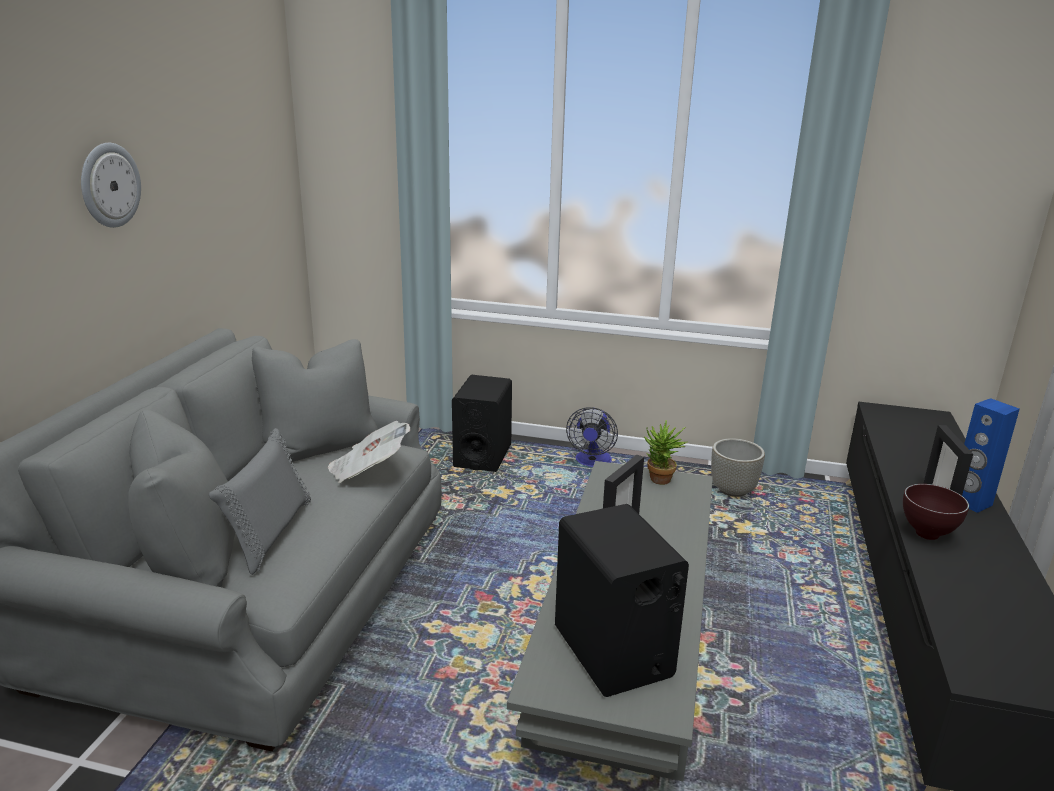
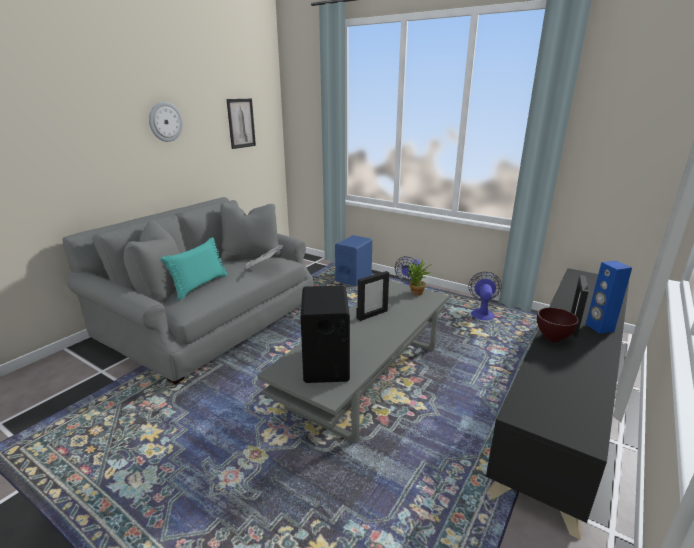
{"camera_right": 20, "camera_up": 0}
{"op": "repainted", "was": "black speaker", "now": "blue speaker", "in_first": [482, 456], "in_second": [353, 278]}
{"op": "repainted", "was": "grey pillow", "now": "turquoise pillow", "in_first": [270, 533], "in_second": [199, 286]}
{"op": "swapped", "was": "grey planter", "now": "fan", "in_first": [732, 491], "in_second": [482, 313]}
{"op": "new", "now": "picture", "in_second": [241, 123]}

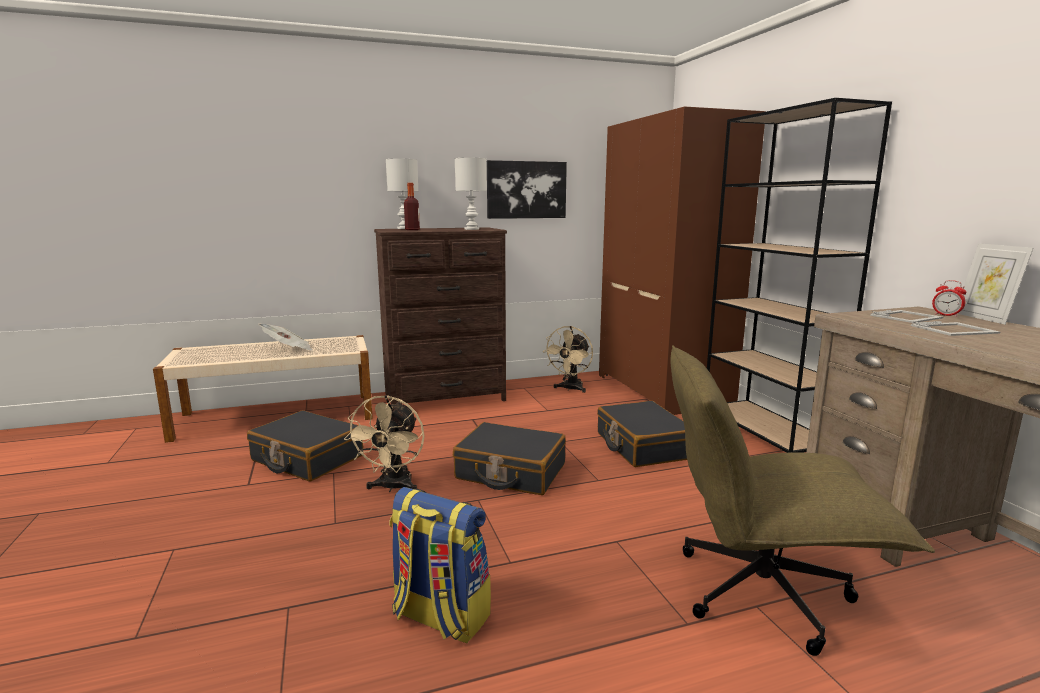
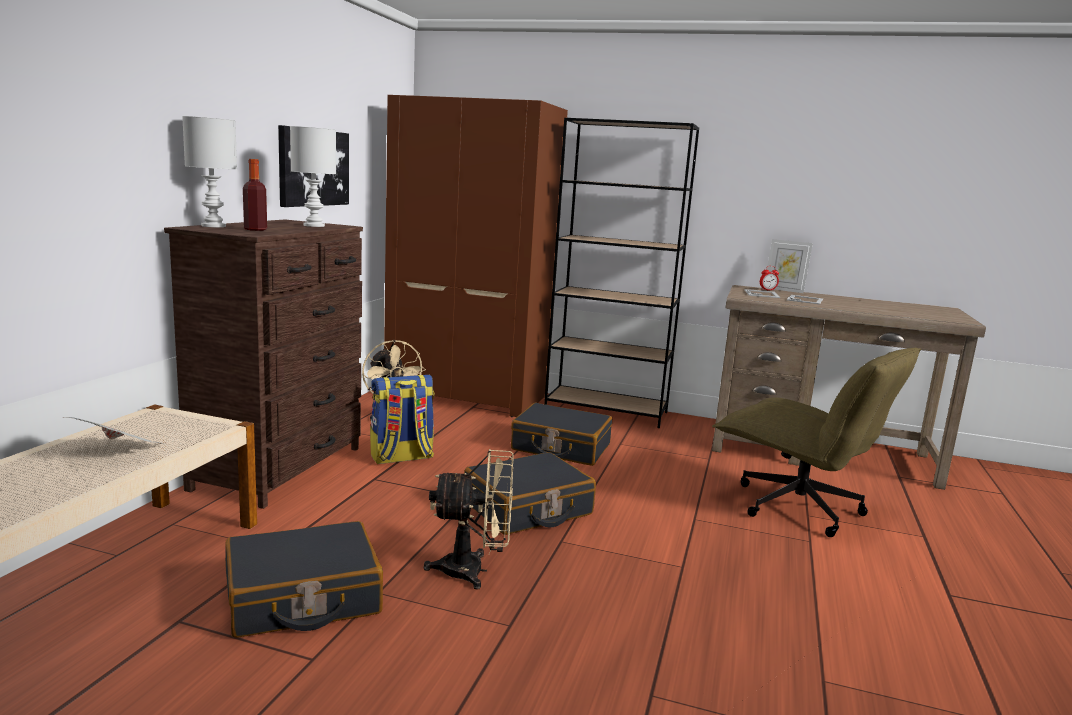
{"camera_right": -55, "camera_up": 0}
{"op": "rotated", "was": "beige office chair", "in_first": [764, 592], "in_second": [796, 506], "clockwise": -90}
{"op": "rotated", "was": "beige fan", "in_first": [393, 487], "in_second": [474, 571], "clockwise": -45}
{"op": "shifted", "was": "backpack", "in_first": [439, 617], "in_second": [401, 457]}

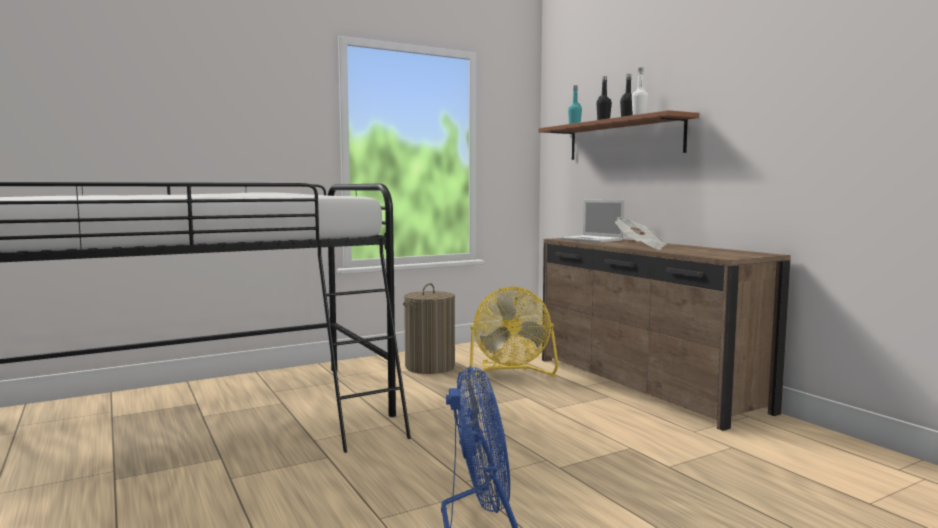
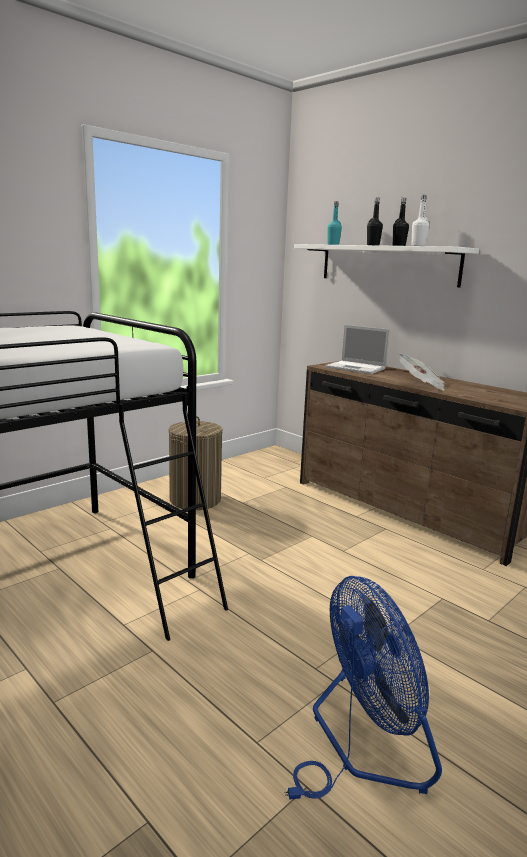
{"camera_right": -15, "camera_up": 10}
{"op": "repainted", "was": "brown shelf", "now": "white shelf", "in_first": [623, 139], "in_second": [387, 264]}
{"op": "gone", "was": "yellow fan", "in_first": [507, 372]}

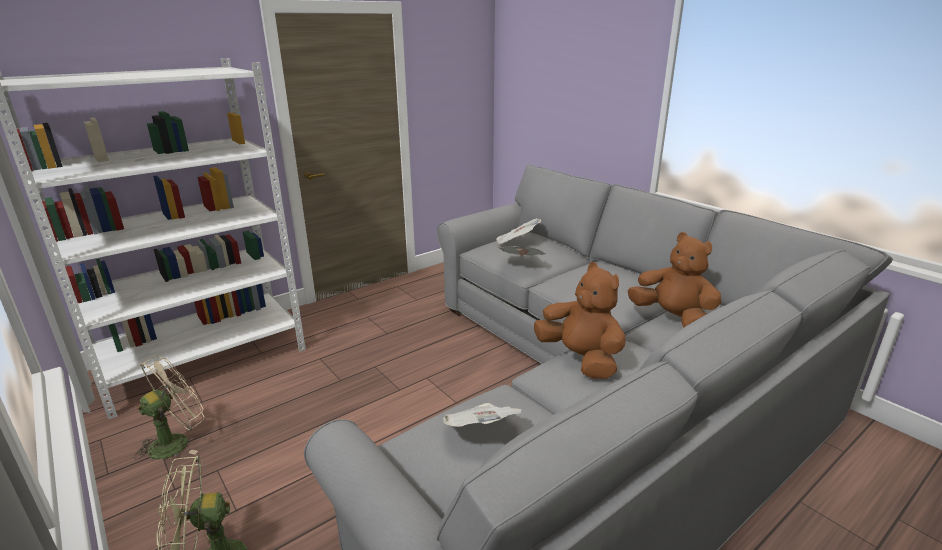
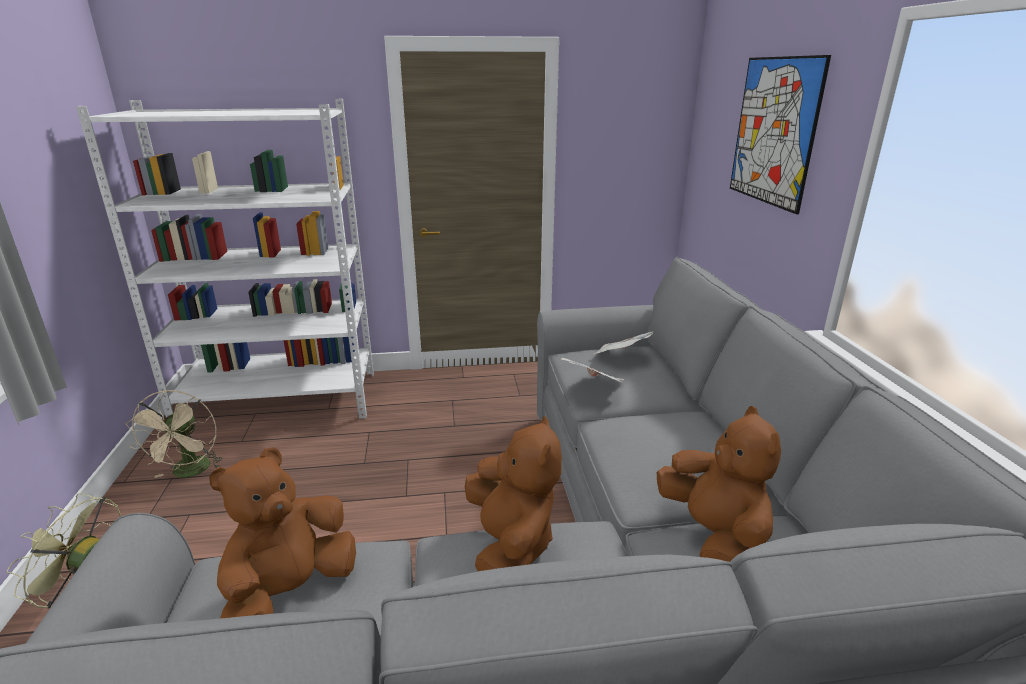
{"camera_right": 30, "camera_up": 0}
{"op": "rotated", "was": "beige fan", "in_first": [176, 441], "in_second": [190, 473], "clockwise": 105}
{"op": "swapped", "was": "newspaper", "now": "brown plush toy", "in_first": [481, 431], "in_second": [290, 592]}
{"op": "new", "now": "picture", "in_second": [774, 131]}

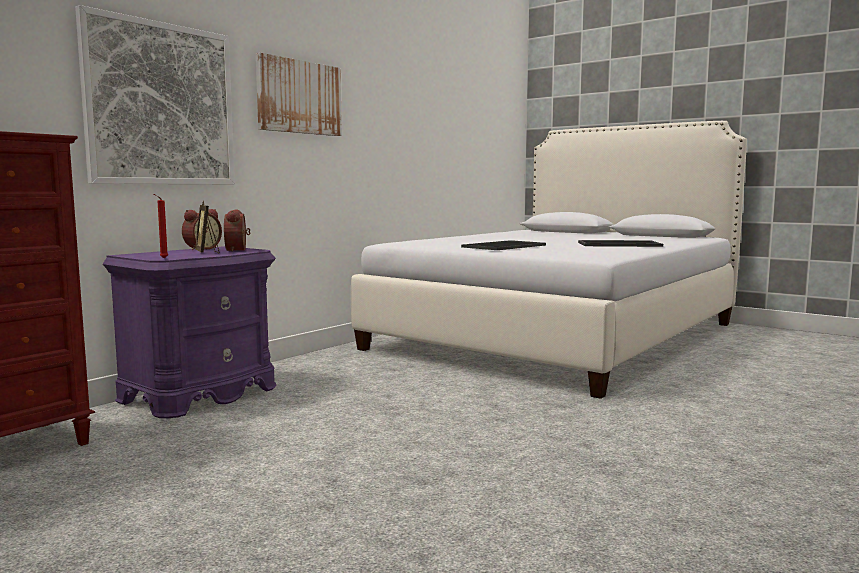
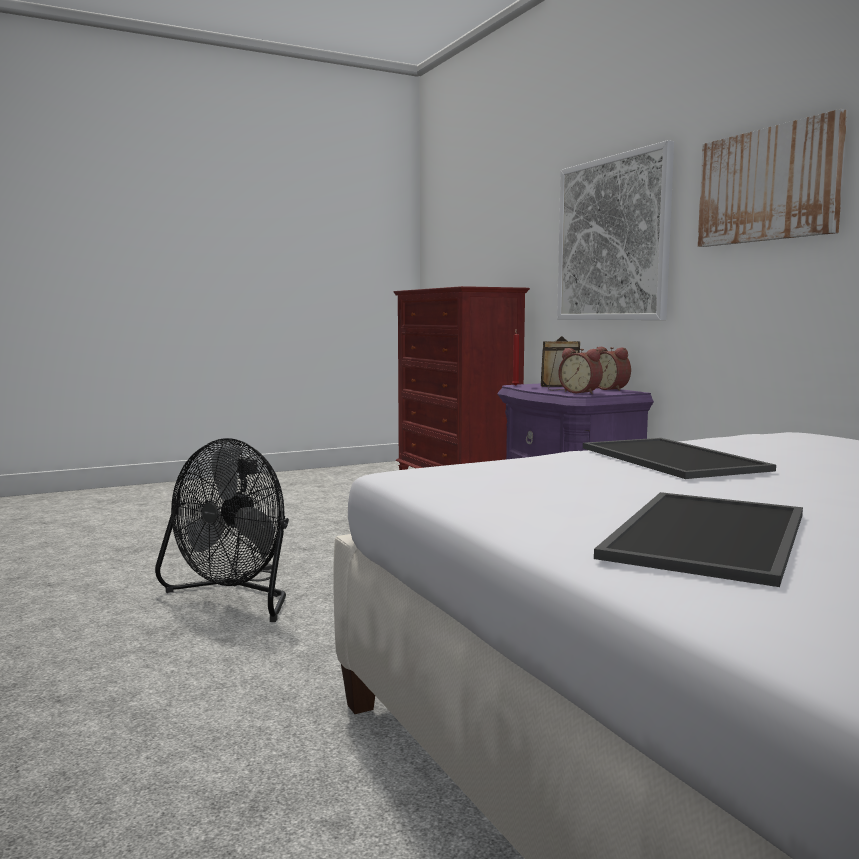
{"camera_right": 115, "camera_up": 0}
{"op": "rotated", "was": "alarm clock", "in_first": [238, 250], "in_second": [581, 392], "clockwise": -150}
{"op": "new", "now": "black fan", "in_second": [237, 595]}

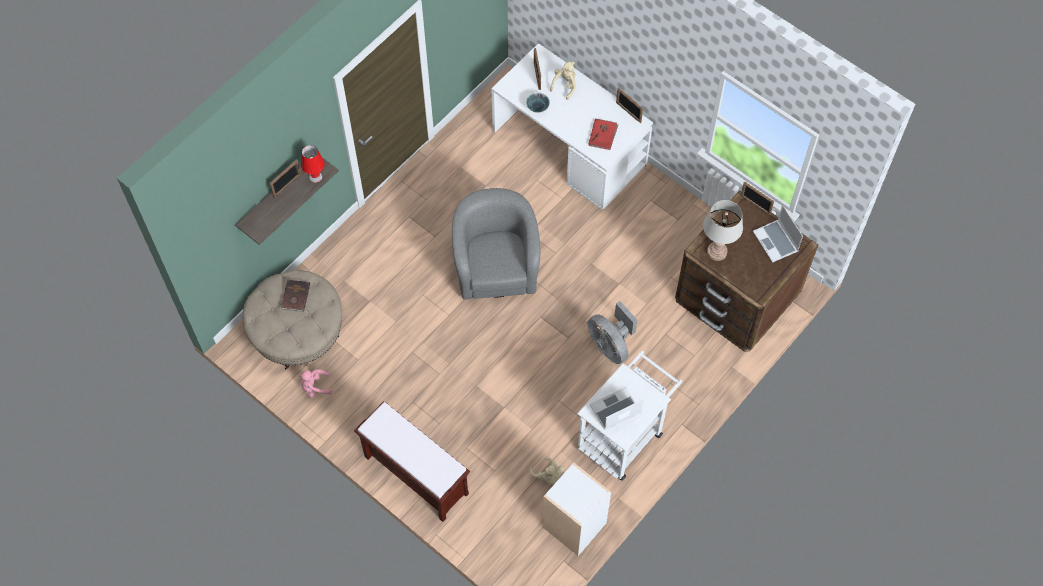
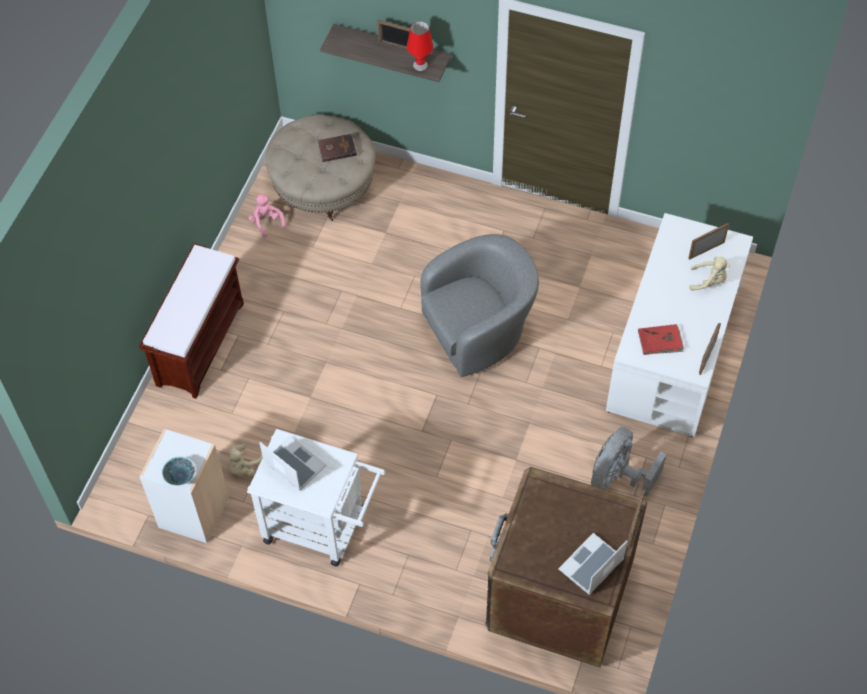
{"camera_right": 70, "camera_up": -5}
{"op": "shifted", "was": "bowl", "in_first": [537, 108], "in_second": [180, 477]}
{"op": "gone", "was": "grey table lamp", "in_first": [716, 252]}
{"op": "shifted", "was": "grey fan", "in_first": [610, 345], "in_second": [618, 477]}

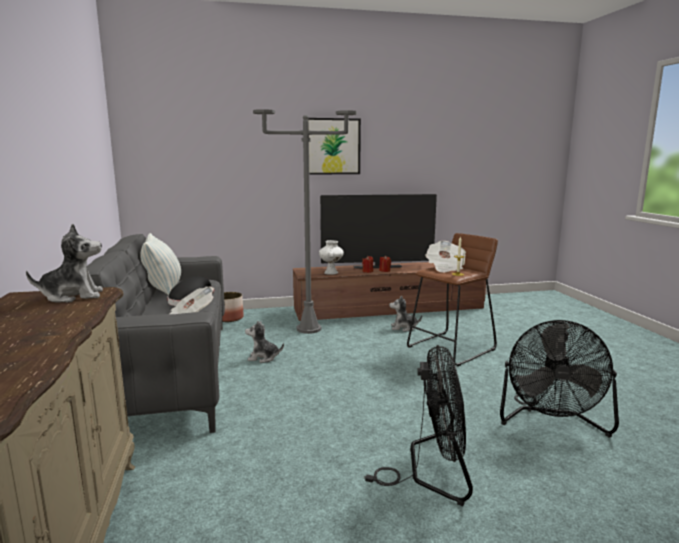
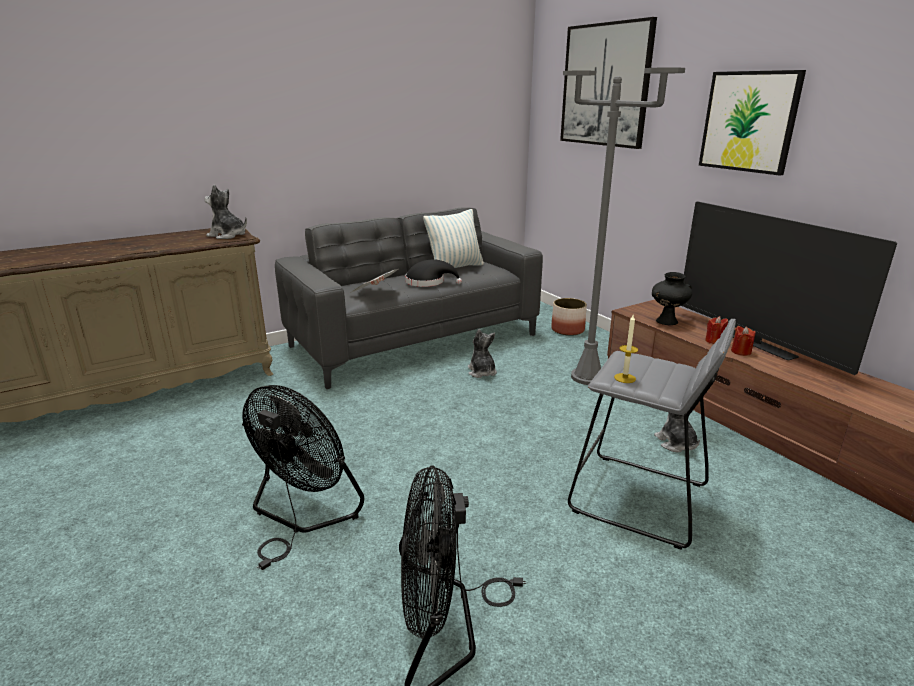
{"camera_right": 70, "camera_up": 10}
{"op": "rotated", "was": "plush toy", "in_first": [73, 296], "in_second": [228, 235], "clockwise": 150}
{"op": "repainted", "was": "brown stool", "now": "grey stool", "in_first": [451, 348], "in_second": [638, 499]}
{"op": "repainted", "was": "white vase", "now": "black vase", "in_first": [331, 273], "in_second": [667, 321]}
{"op": "gone", "was": "newspaper", "in_first": [445, 267]}
{"op": "rotated", "was": "black fan", "in_first": [430, 467], "in_second": [295, 513], "clockwise": -135}
{"op": "new", "now": "picture", "in_second": [605, 85]}

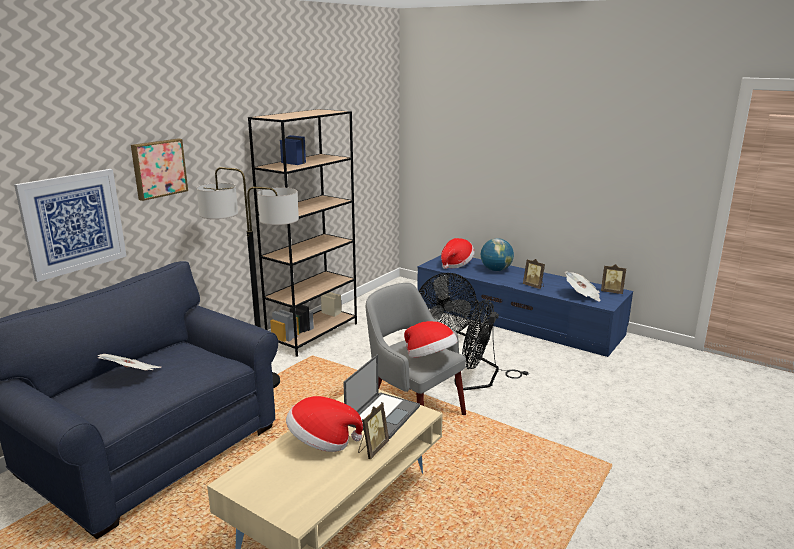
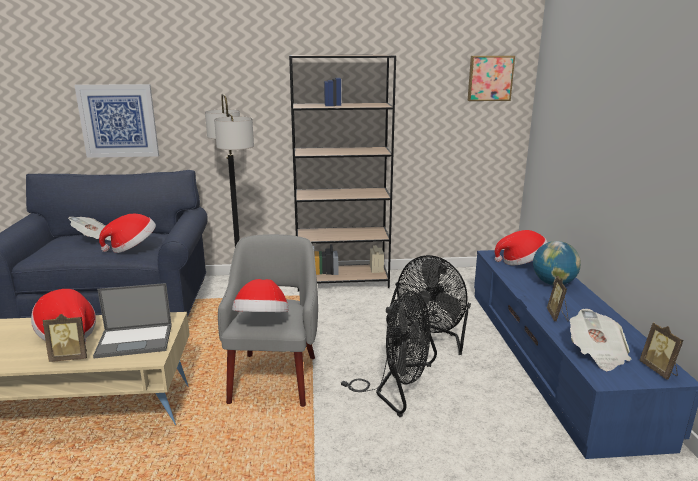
{"camera_right": 50, "camera_up": 0}
{"op": "shifted", "was": "picture", "in_first": [158, 168], "in_second": [490, 78]}
{"op": "rotated", "was": "black fan", "in_first": [484, 375], "in_second": [396, 386], "clockwise": 135}
{"op": "new", "now": "hat", "in_second": [132, 248]}

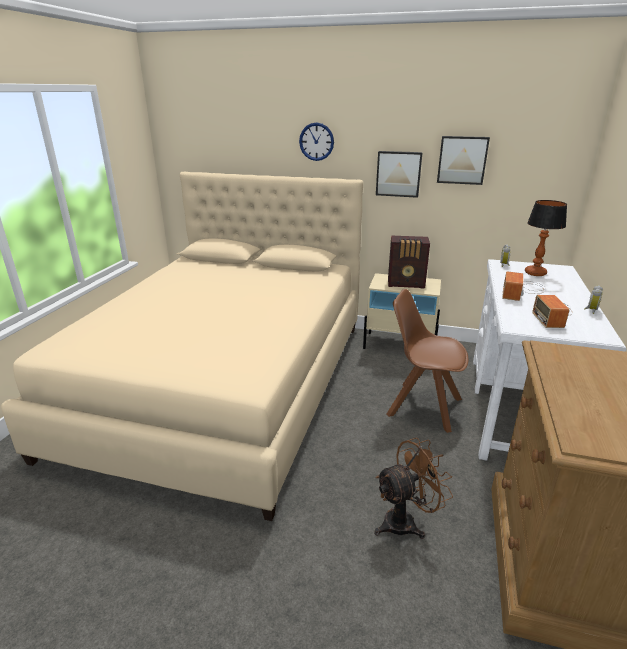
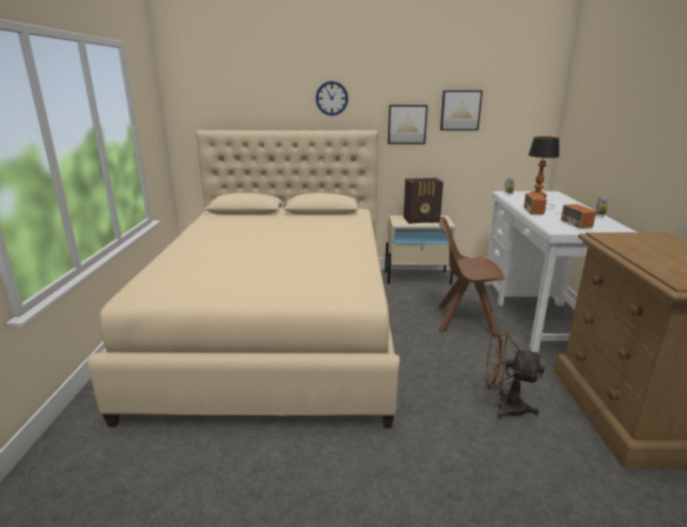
{"camera_right": -15, "camera_up": -5}
{"op": "rotated", "was": "brown fan", "in_first": [406, 521], "in_second": [503, 406], "clockwise": -120}

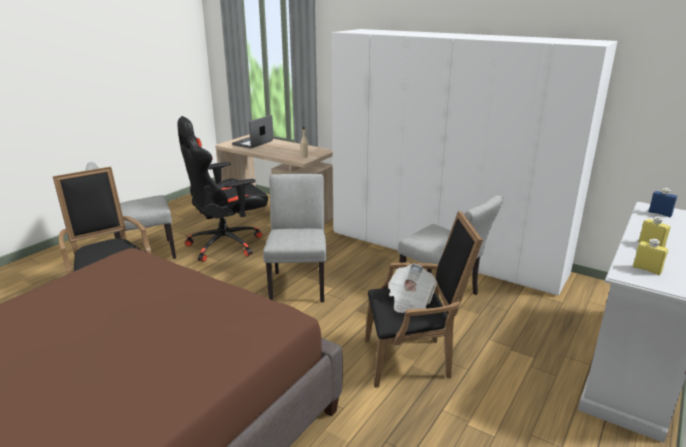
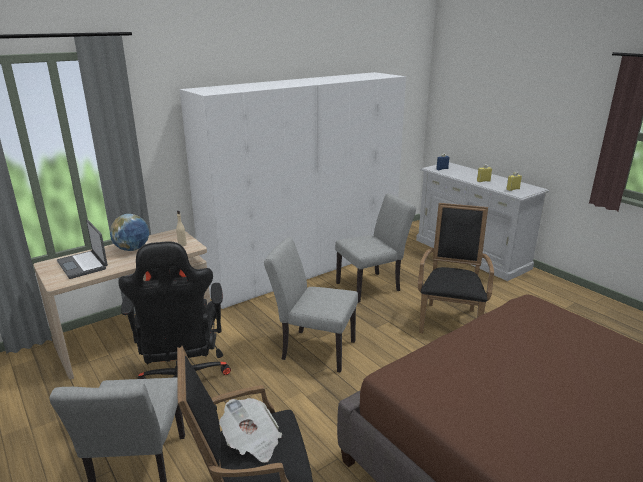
{"camera_right": -70, "camera_up": 0}
{"op": "shifted", "was": "newspaper", "in_first": [410, 300], "in_second": [252, 441]}
{"op": "new", "now": "globe", "in_second": [132, 249]}

